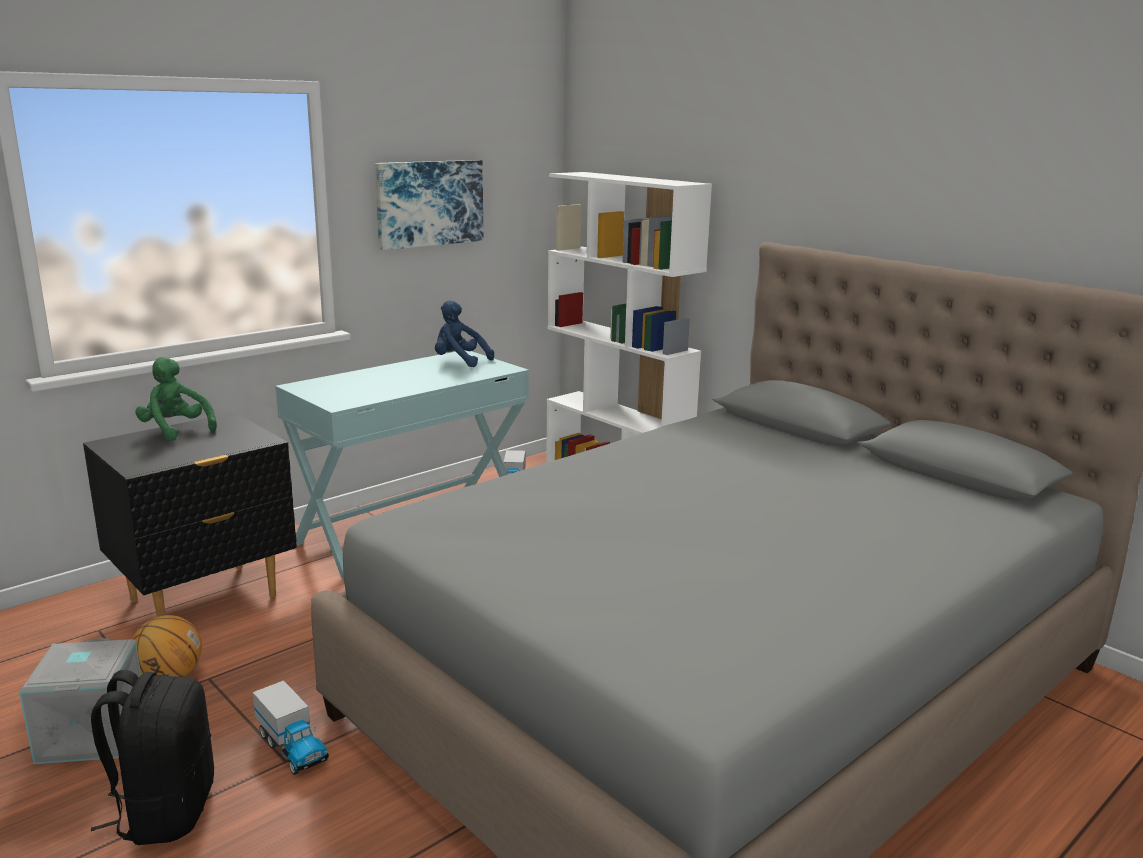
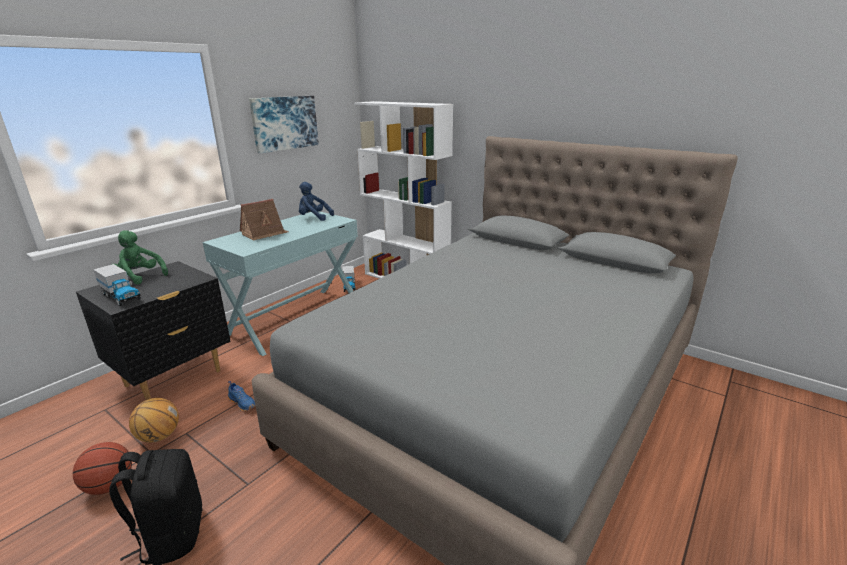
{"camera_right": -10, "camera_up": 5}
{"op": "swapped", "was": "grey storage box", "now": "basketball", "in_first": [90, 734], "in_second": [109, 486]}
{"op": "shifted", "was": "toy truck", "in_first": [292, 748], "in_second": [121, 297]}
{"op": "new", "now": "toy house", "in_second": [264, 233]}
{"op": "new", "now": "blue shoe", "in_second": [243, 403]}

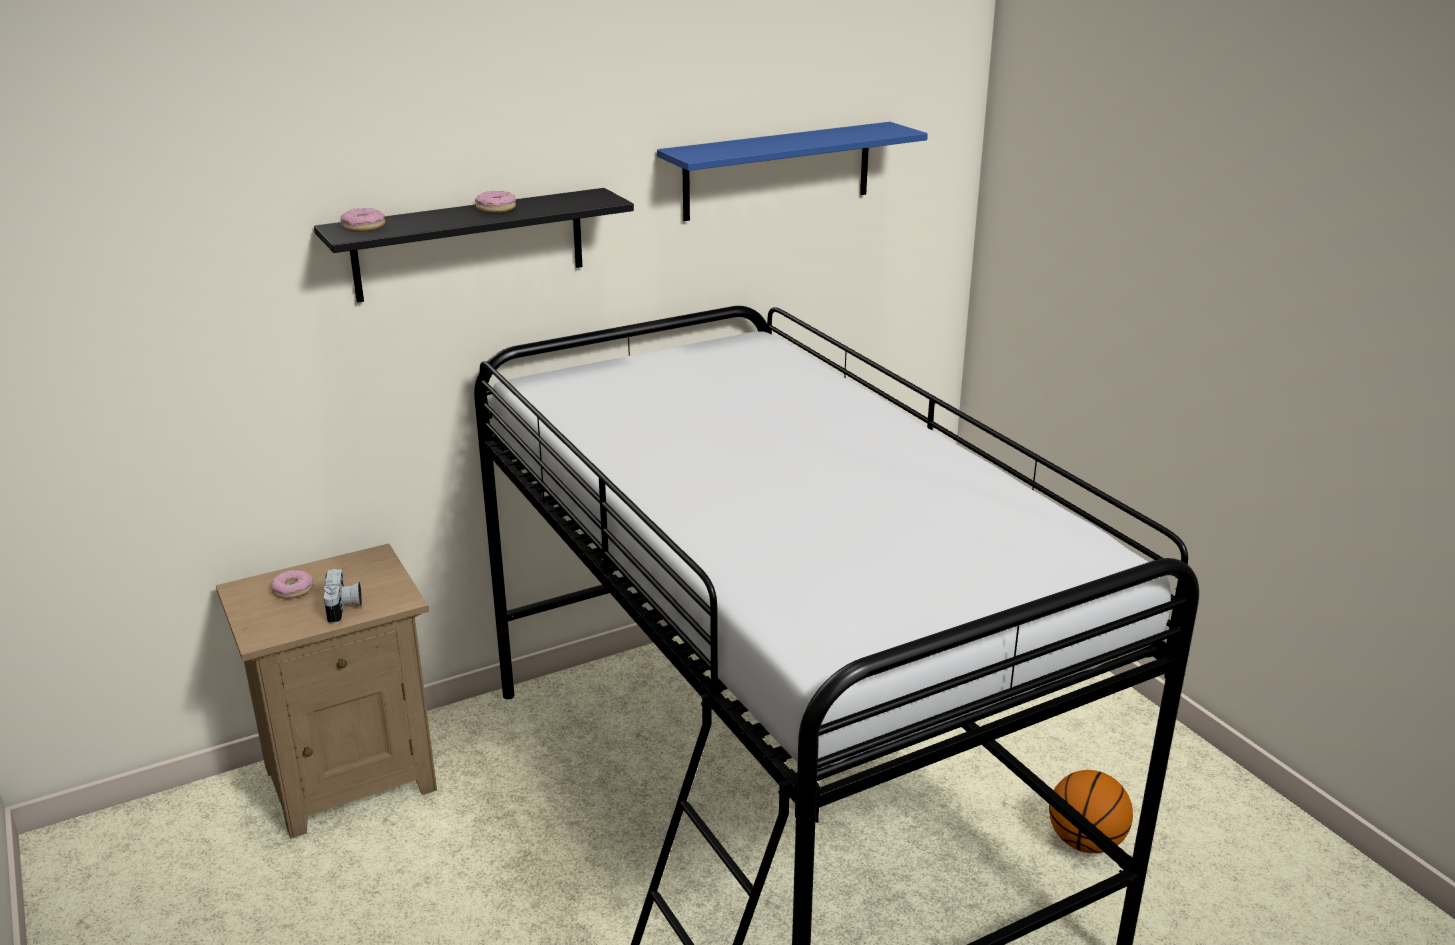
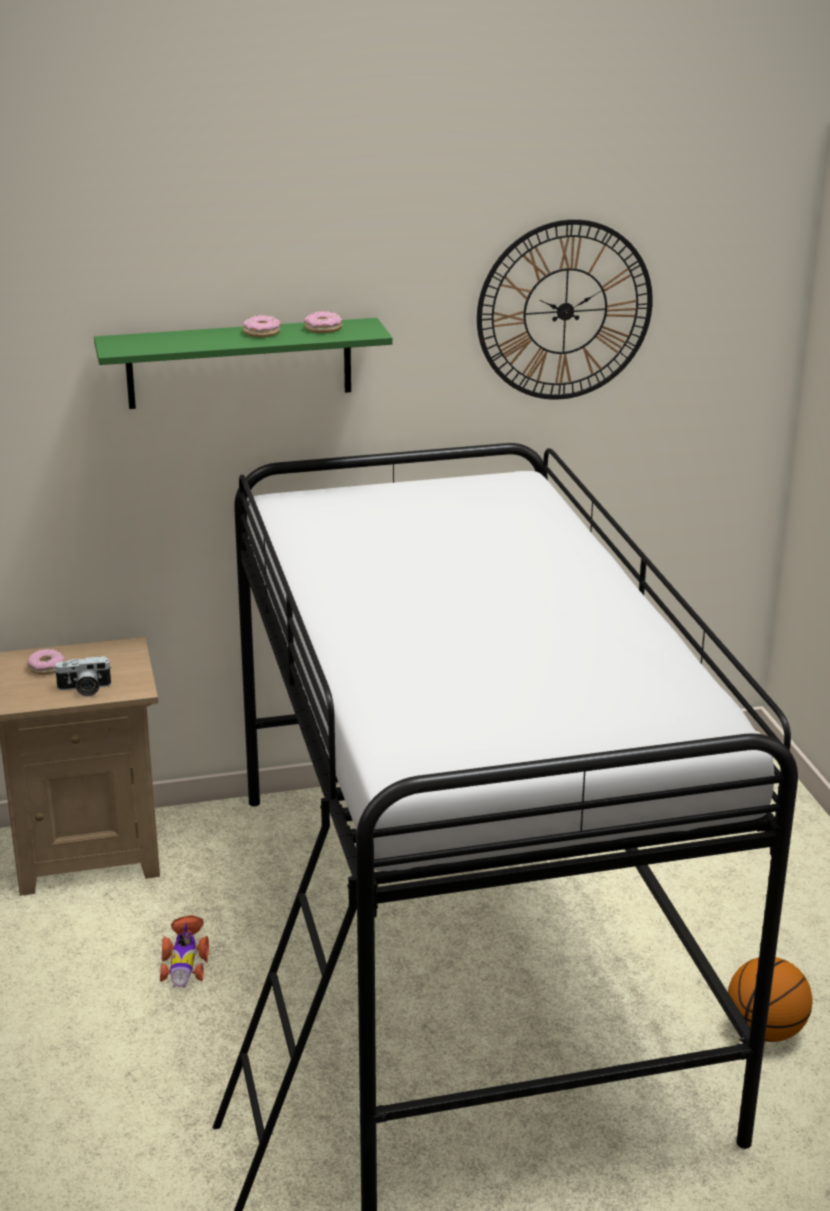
{"camera_right": 15, "camera_up": 0}
{"op": "swapped", "was": "blue shelf", "now": "wall clock", "in_first": [777, 171], "in_second": [565, 311]}
{"op": "repainted", "was": "black shelf", "now": "green shelf", "in_first": [469, 244], "in_second": [239, 363]}
{"op": "shifted", "was": "donut", "in_first": [363, 227], "in_second": [323, 328]}
{"op": "rotated", "was": "photo camera", "in_first": [344, 608], "in_second": [84, 689], "clockwise": 75}
{"op": "new", "now": "toy car", "in_second": [185, 962]}

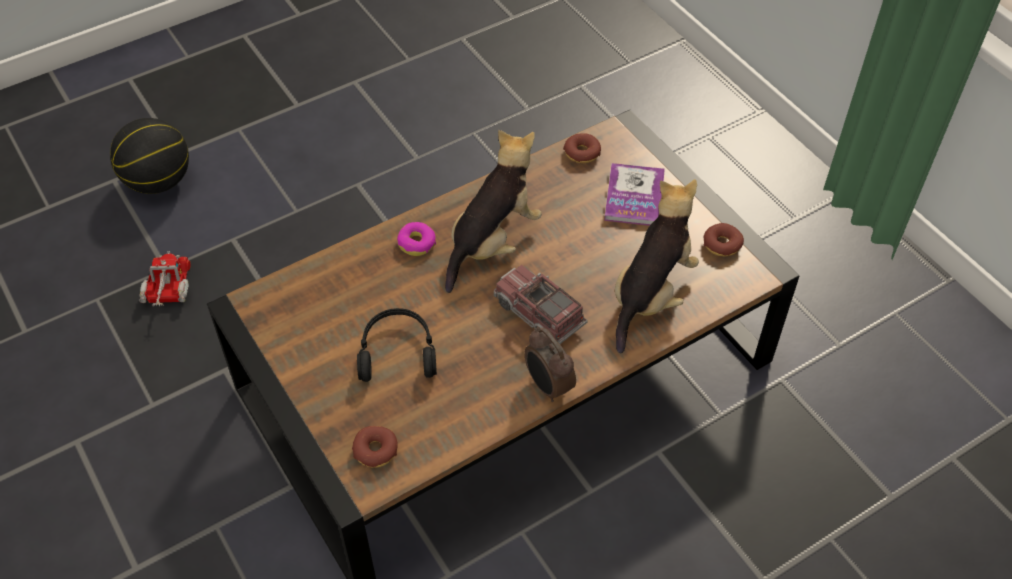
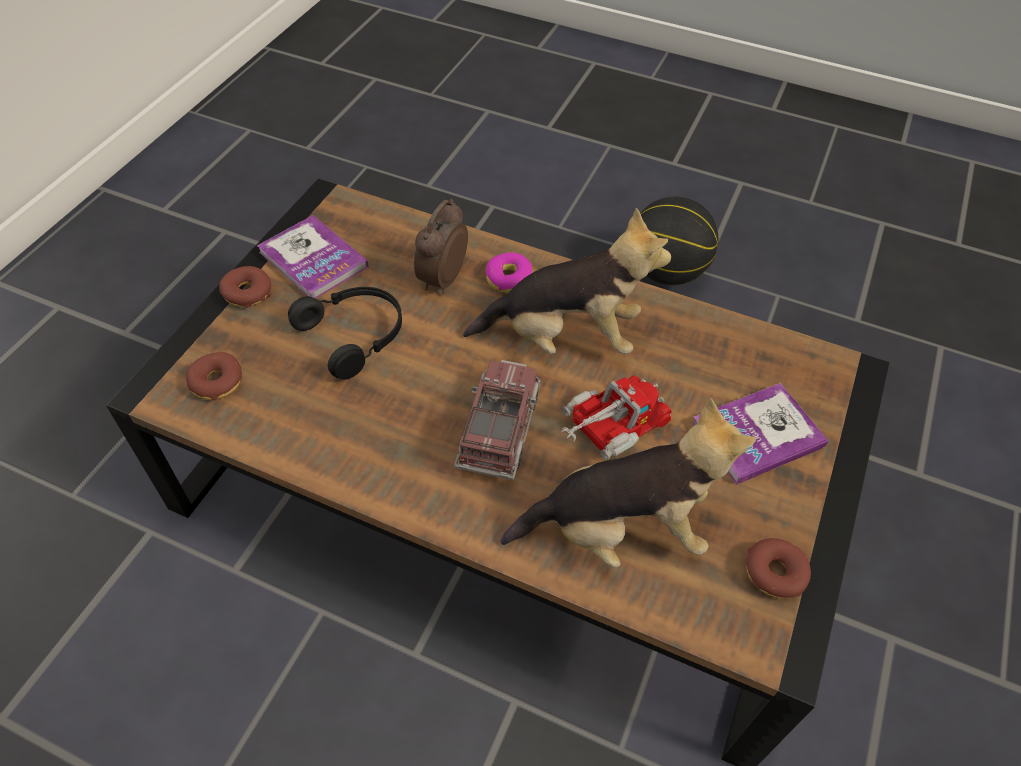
{"camera_right": 55, "camera_up": 0}
{"op": "shifted", "was": "basketball", "in_first": [158, 181], "in_second": [666, 272]}
{"op": "shifted", "was": "donut", "in_first": [582, 153], "in_second": [247, 293]}
{"op": "shifted", "was": "toy truck", "in_first": [168, 291], "in_second": [609, 428]}
{"op": "shifted", "was": "alarm clock", "in_first": [548, 386], "in_second": [441, 279]}
{"op": "new", "now": "book", "in_second": [313, 259]}

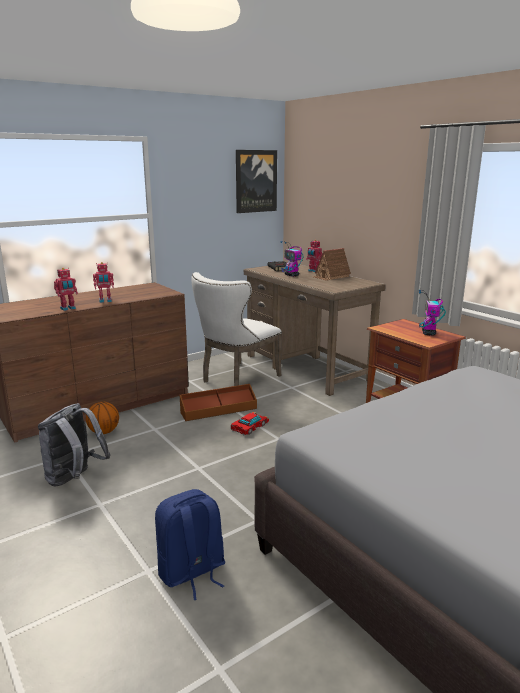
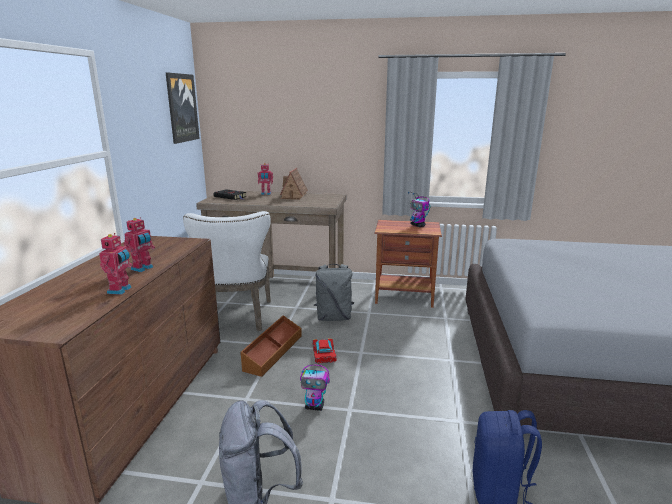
{"camera_right": -45, "camera_up": 0}
{"op": "shifted", "was": "toy robot", "in_first": [292, 275], "in_second": [315, 406]}
{"op": "gone", "was": "basketball", "in_first": [104, 432]}
{"op": "new", "now": "grey backpack", "in_second": [334, 317]}

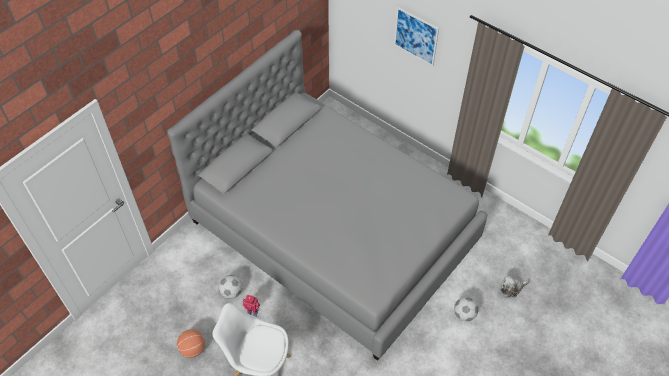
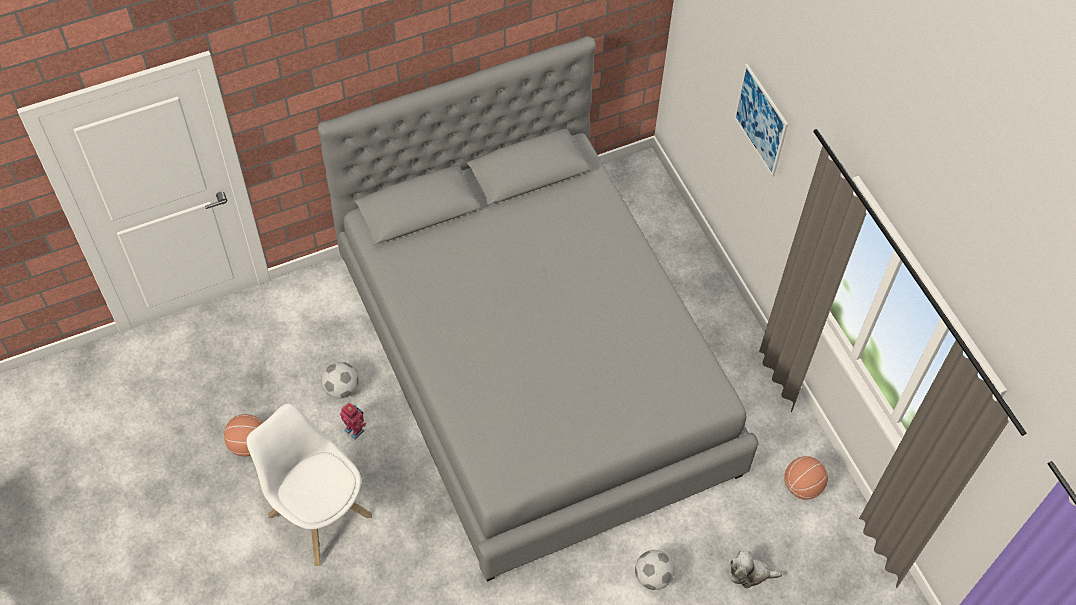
{"camera_right": 25, "camera_up": 5}
{"op": "new", "now": "basketball", "in_second": [802, 486]}

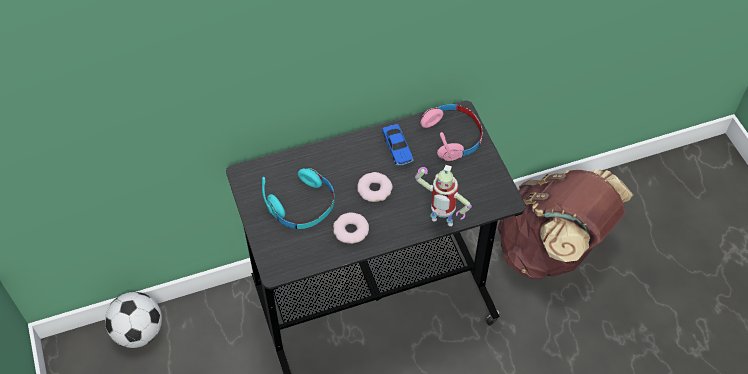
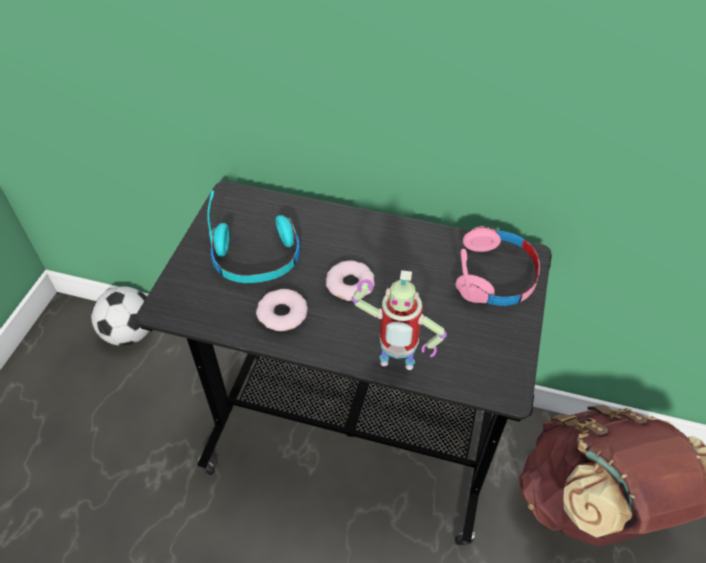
{"camera_right": 35, "camera_up": -5}
{"op": "gone", "was": "toy car", "in_first": [397, 148]}
{"op": "rotated", "was": "toy robot", "in_first": [440, 224], "in_second": [395, 369], "clockwise": -45}

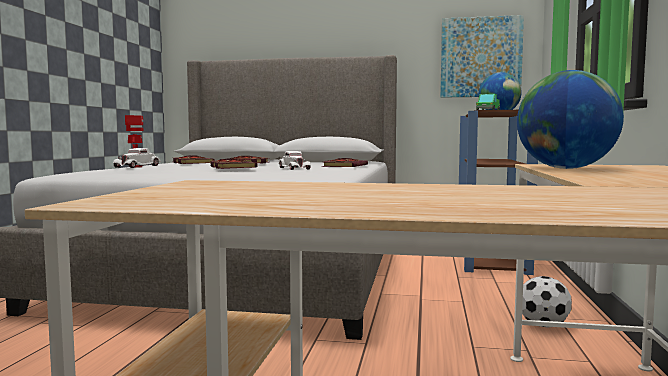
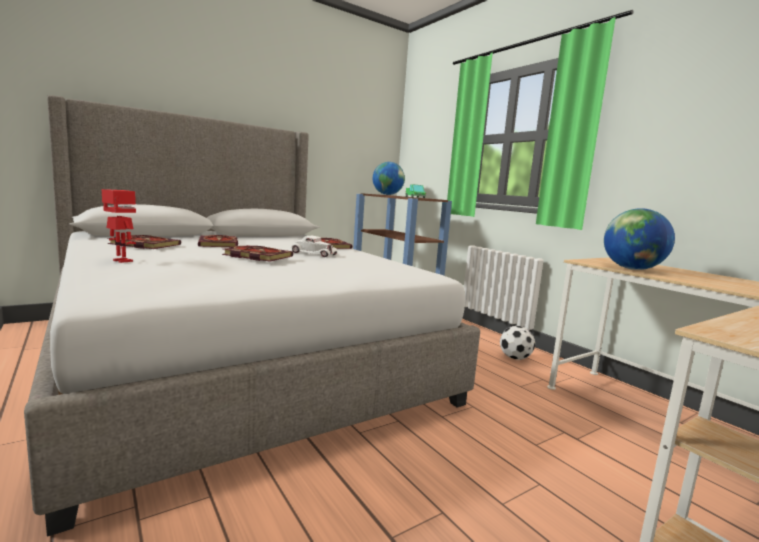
{"camera_right": -45, "camera_up": 5}
{"op": "gone", "was": "picture", "in_first": [480, 57]}
{"op": "gone", "was": "white toy car", "in_first": [138, 166]}

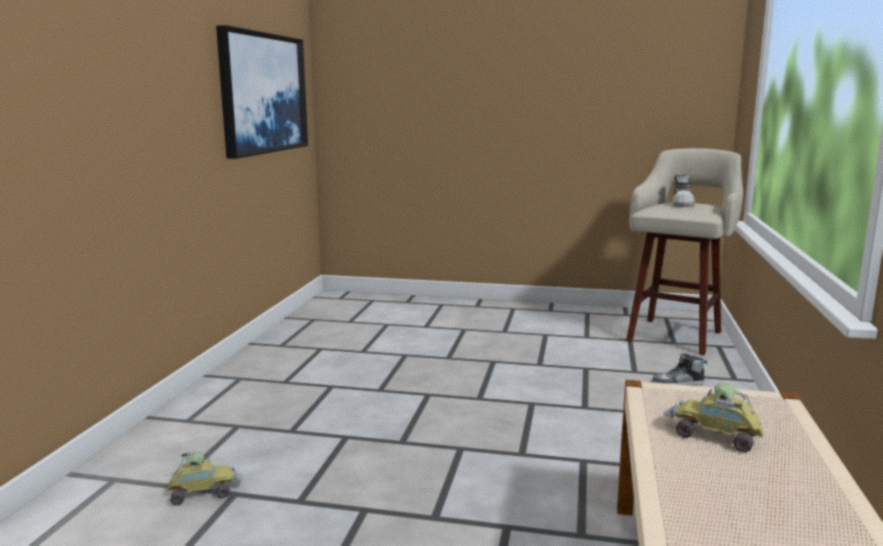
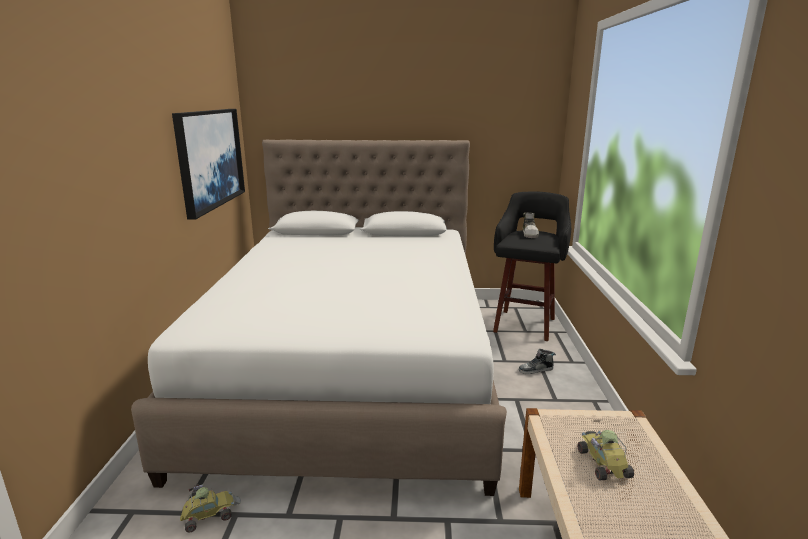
{"camera_right": -10, "camera_up": 5}
{"op": "repainted", "was": "beige stool", "now": "black stool", "in_first": [676, 335], "in_second": [525, 324]}
{"op": "rotated", "was": "toy car", "in_first": [714, 435], "in_second": [601, 462], "clockwise": 60}
{"op": "new", "now": "white bed", "in_second": [354, 365]}

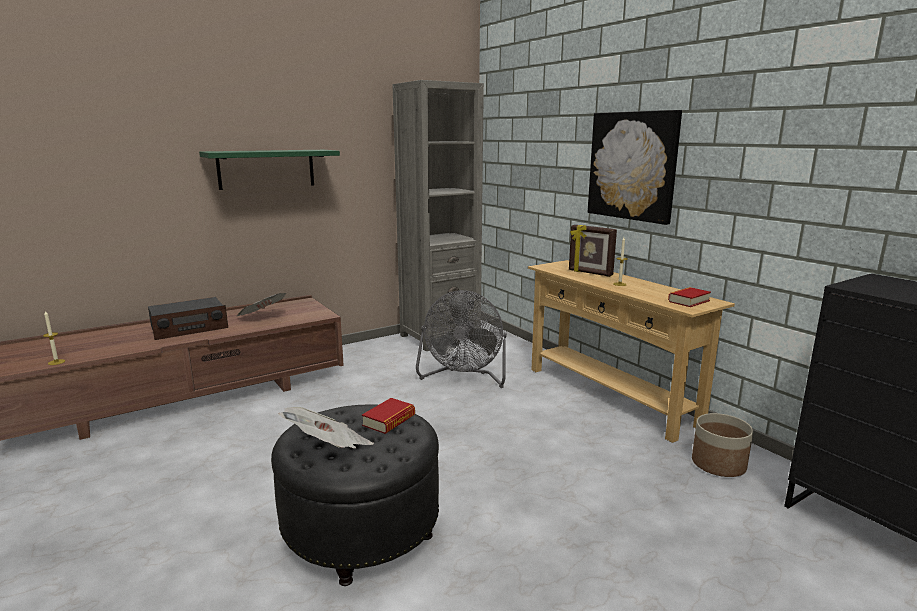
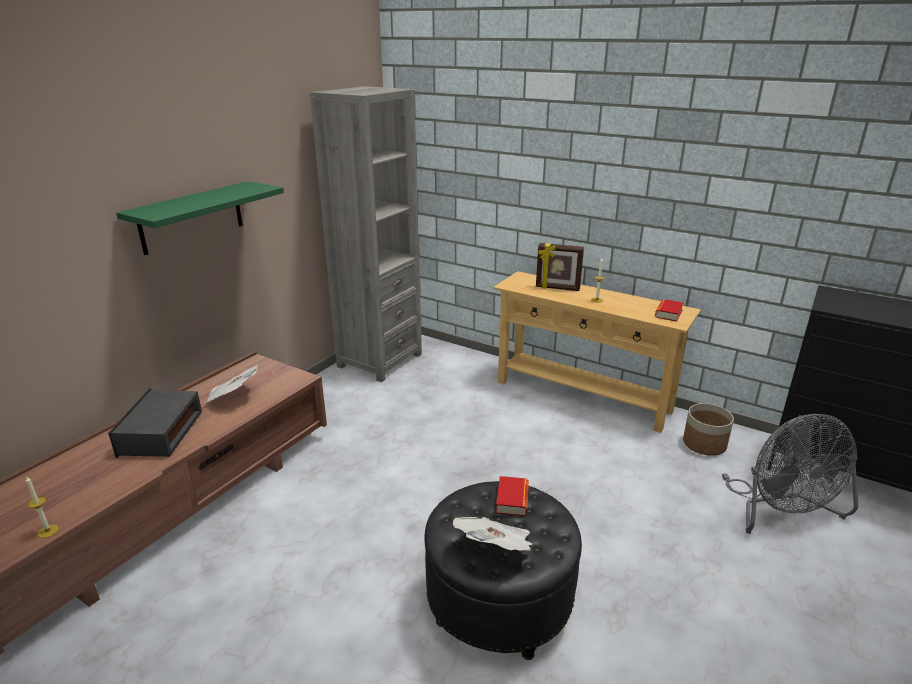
{"camera_right": -25, "camera_up": 10}
{"op": "gone", "was": "picture", "in_first": [632, 166]}
{"op": "shifted", "was": "grey fan", "in_first": [461, 376], "in_second": [778, 510]}
{"op": "rotated", "was": "radio", "in_first": [189, 328], "in_second": [160, 433], "clockwise": 150}

